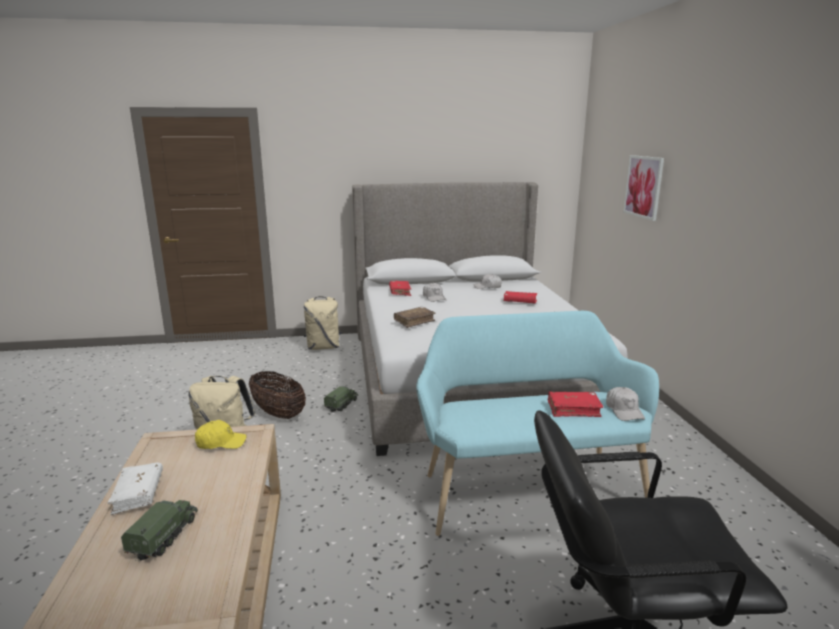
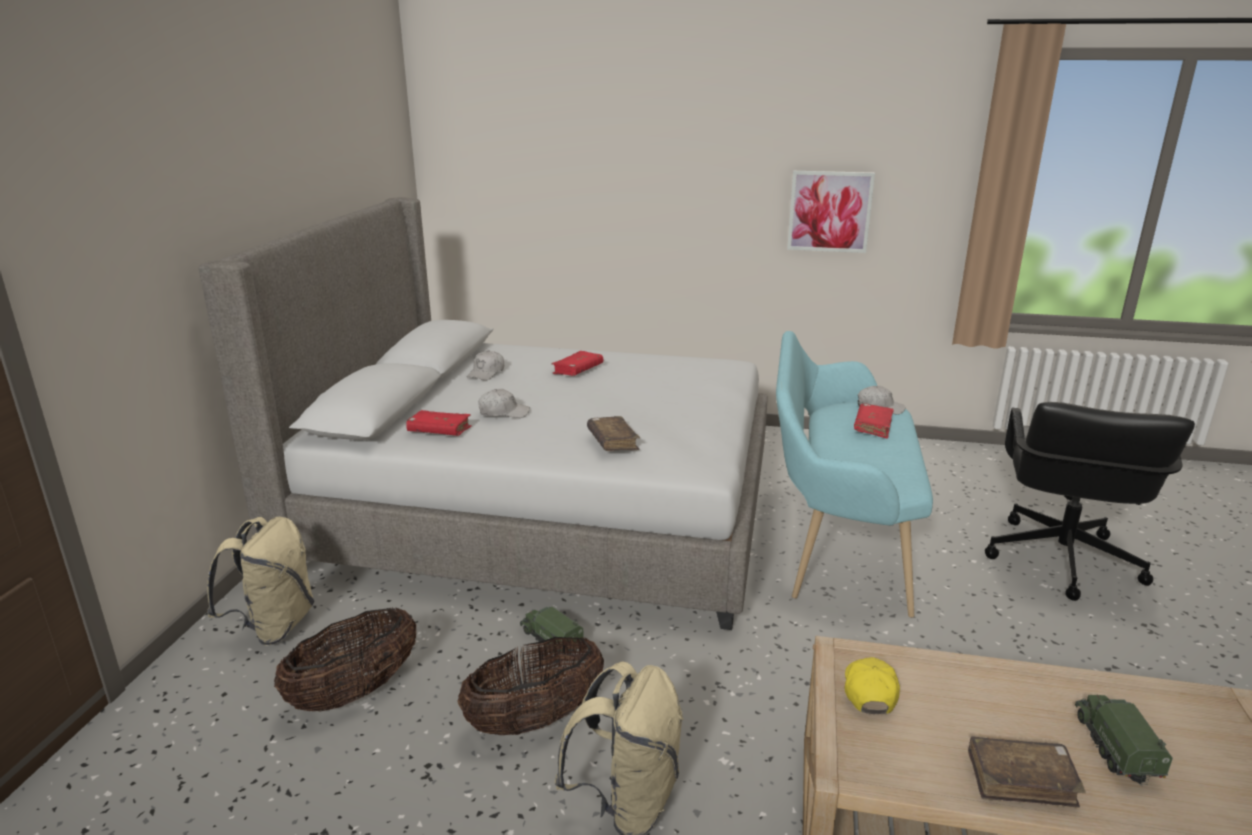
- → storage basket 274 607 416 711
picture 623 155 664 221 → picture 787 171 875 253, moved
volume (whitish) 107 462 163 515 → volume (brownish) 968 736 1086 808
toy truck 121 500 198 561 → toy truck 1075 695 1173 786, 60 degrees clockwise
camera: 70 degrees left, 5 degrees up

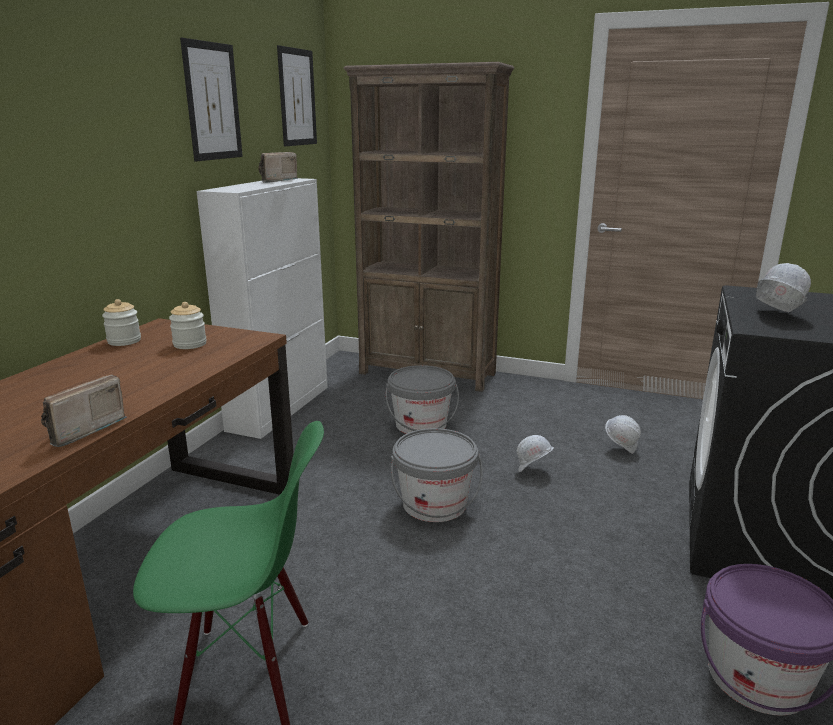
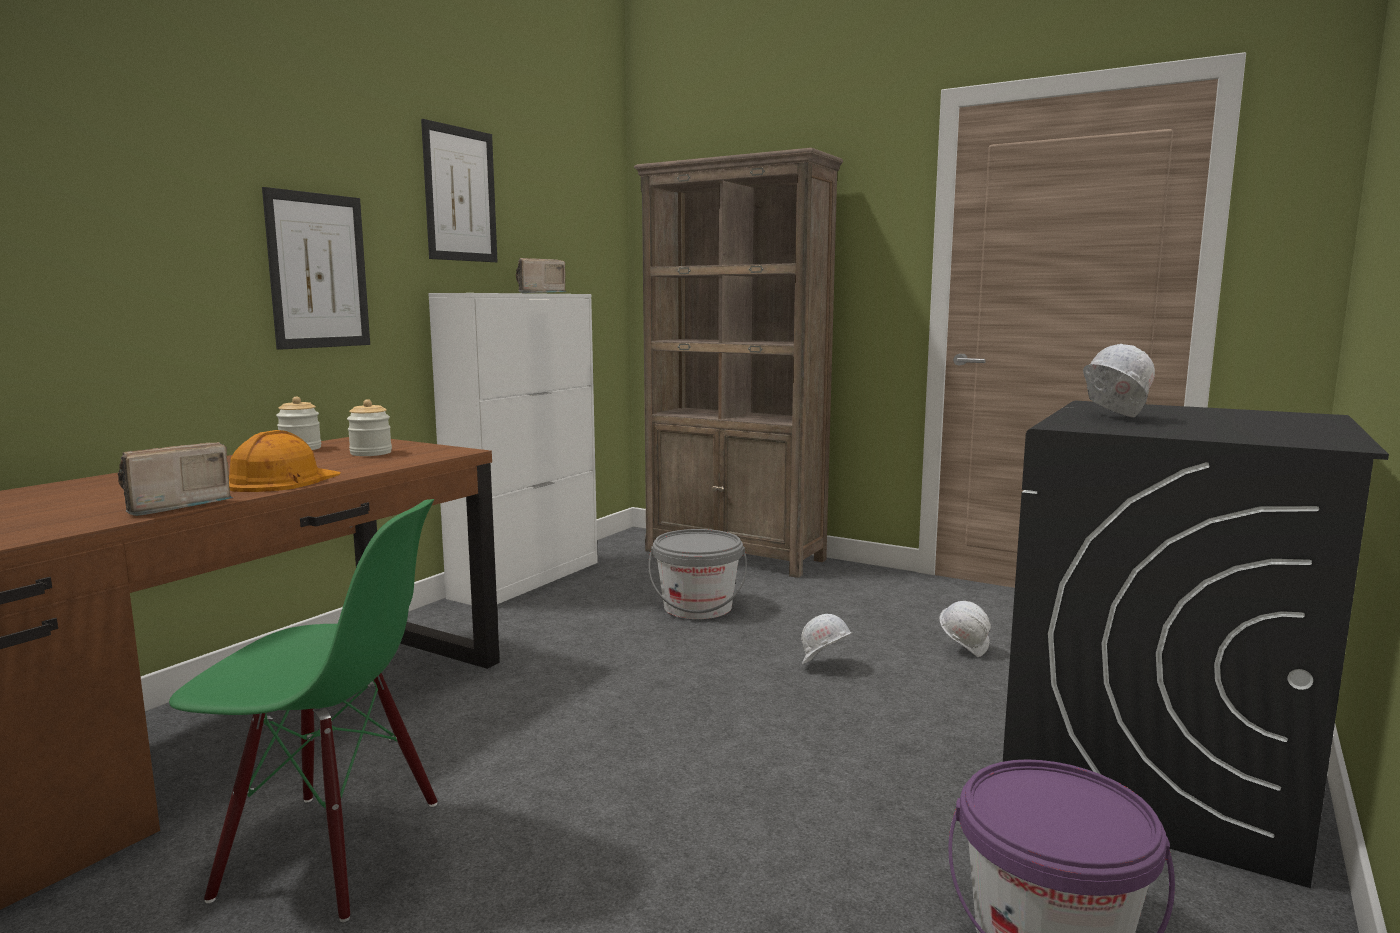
water bucket (greyish) 391 428 483 522 → -
- → work helmet (orange-coloured) 229 430 341 492
picture 277 45 317 146 → picture 262 187 370 350, moved
camera: 10 degrees right, 10 degrees down

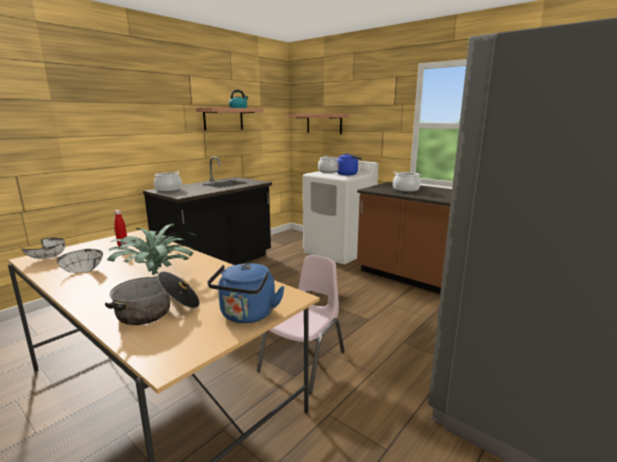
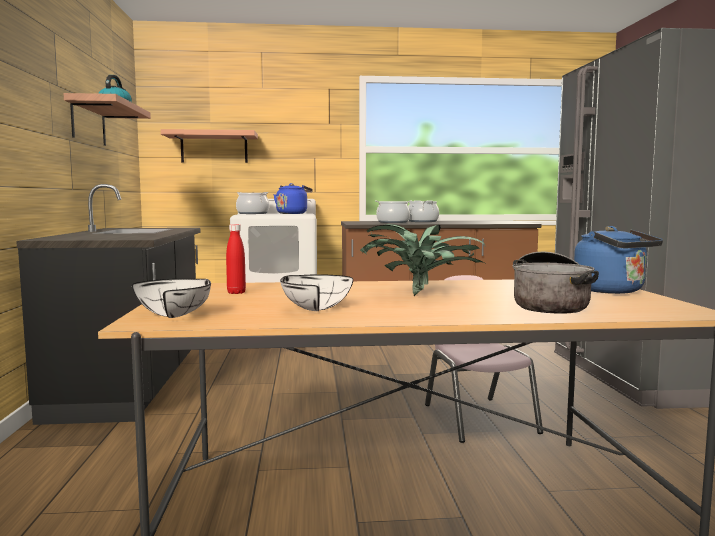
cooking pot 153 172 182 192 → cooking pot 408 200 439 222, moved
camera: 45 degrees left, 10 degrees down

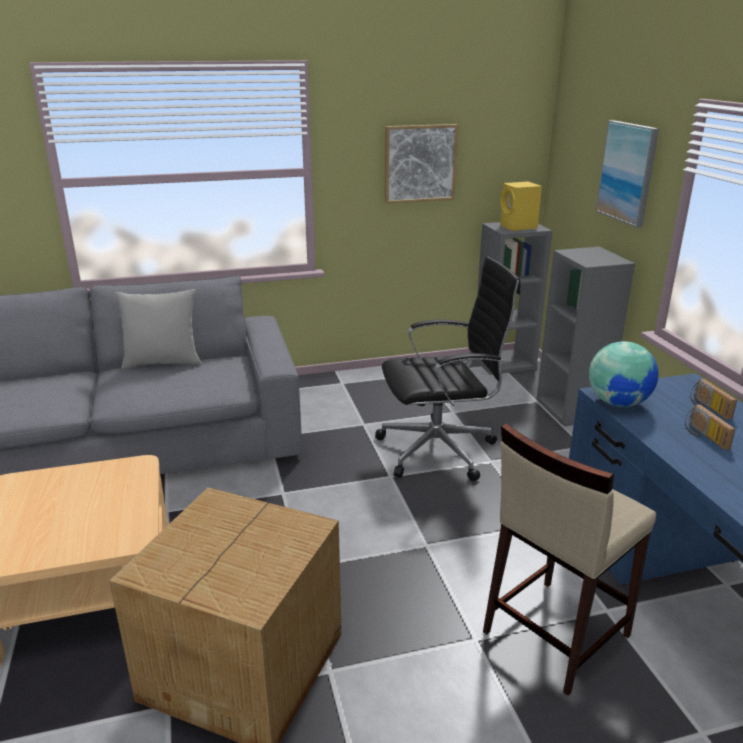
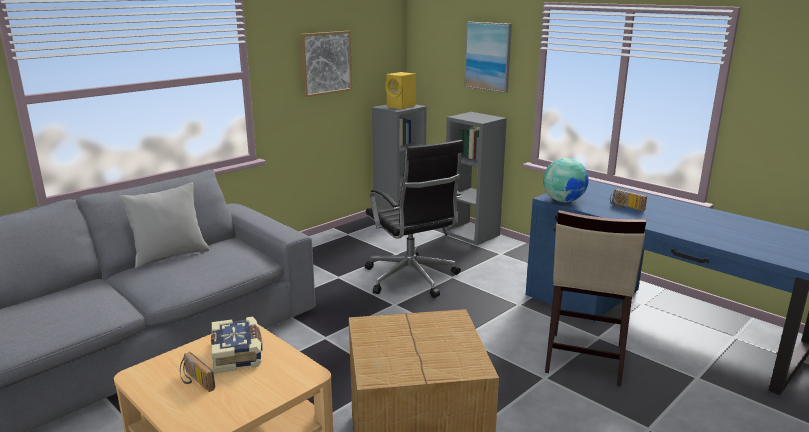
- → volume 211 316 263 374
radio 690 379 737 420 → radio 180 352 215 392, moved
desk chair (black) 375 256 520 481 → desk chair (black) 365 140 464 298, 105 degrees clockwise
camera: 30 degrees left, 5 degrees down

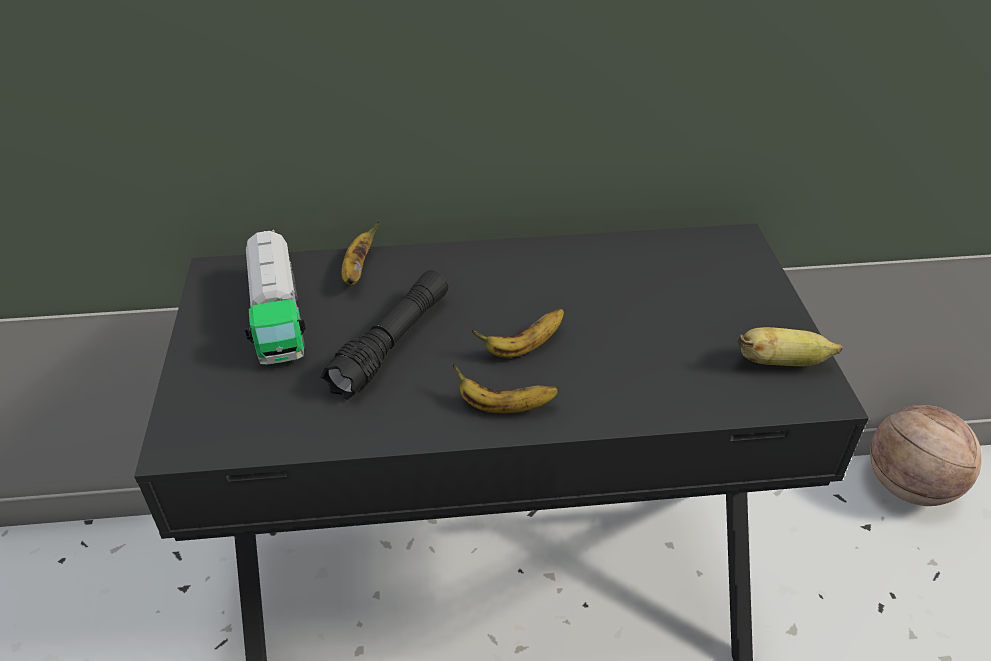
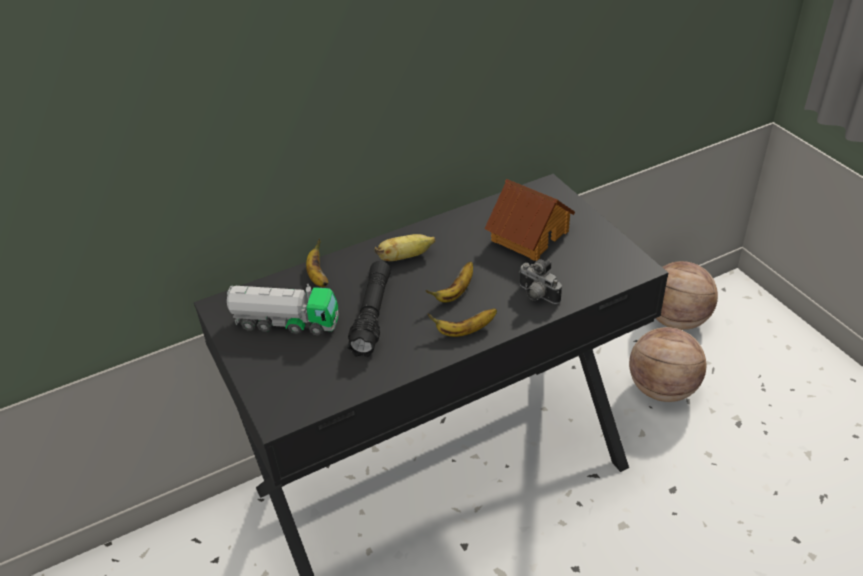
- → miniature house 484 179 575 261
- → photo camera 519 259 562 304
- → basketball 629 327 706 402
whole banana 737 327 843 366 → whole banana 375 234 436 261, moved
toy truck 245 230 306 364 → toy truck 227 284 339 335, 45 degrees counterclockwise
camera: 20 degrees left, 0 degrees up

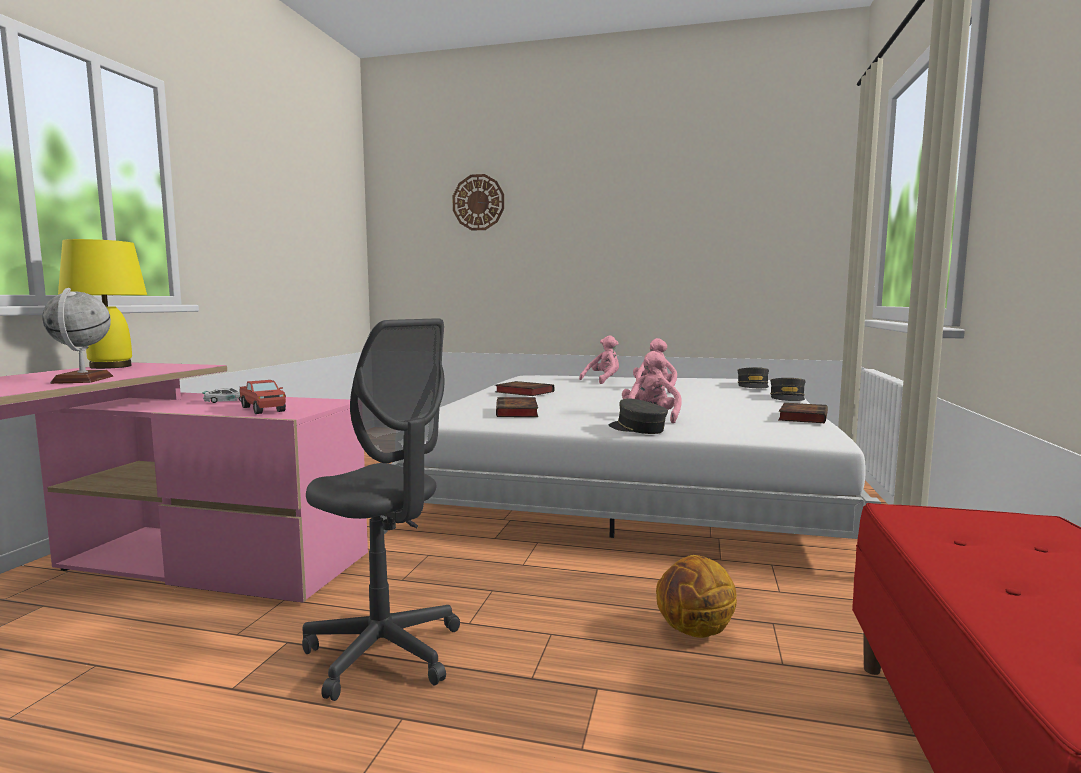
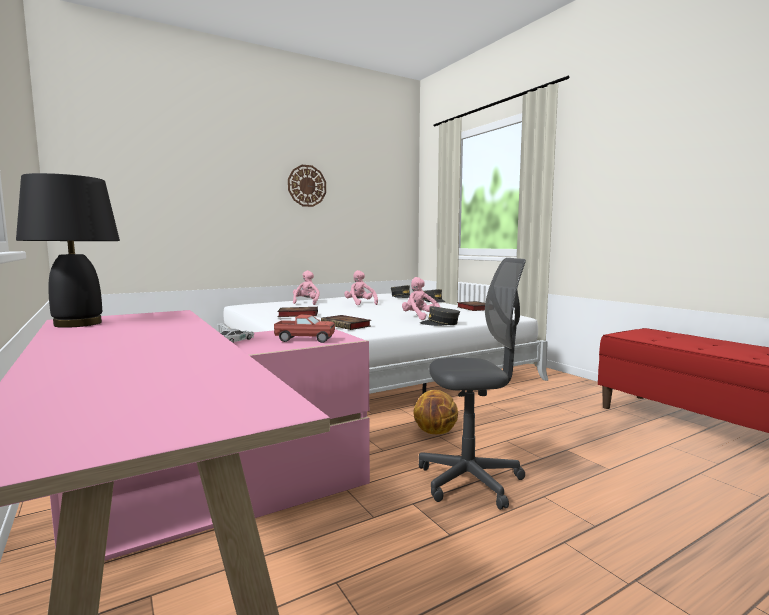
desk globe 42 288 113 384 → -
hanging clock 452 174 504 231 → hanging clock 288 165 326 207, moved
basketball 656 555 737 638 → basketball 413 390 458 434, moved
table lamp (yellow-coloured) 58 239 147 369 → table lamp (black) 16 173 120 328
camera: 45 degrees left, 0 degrees up

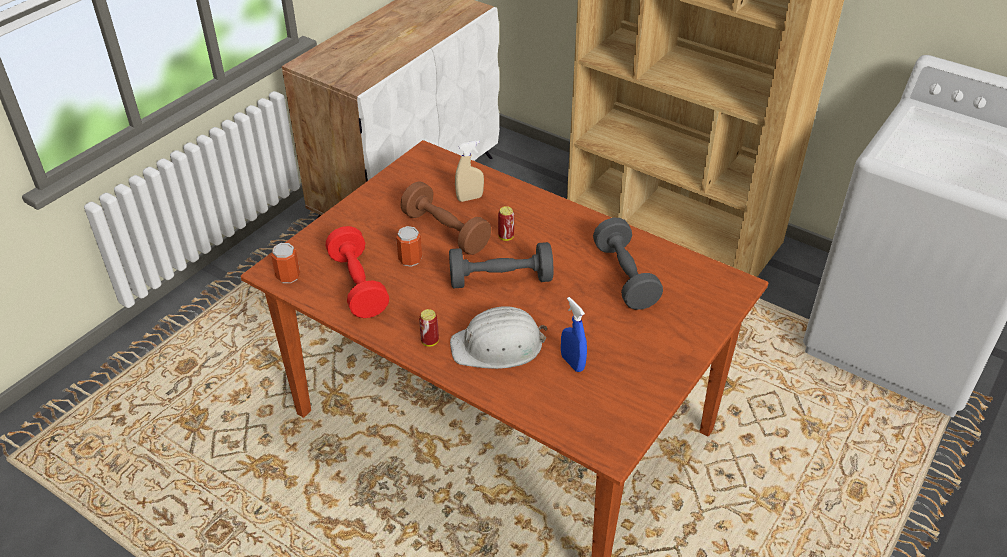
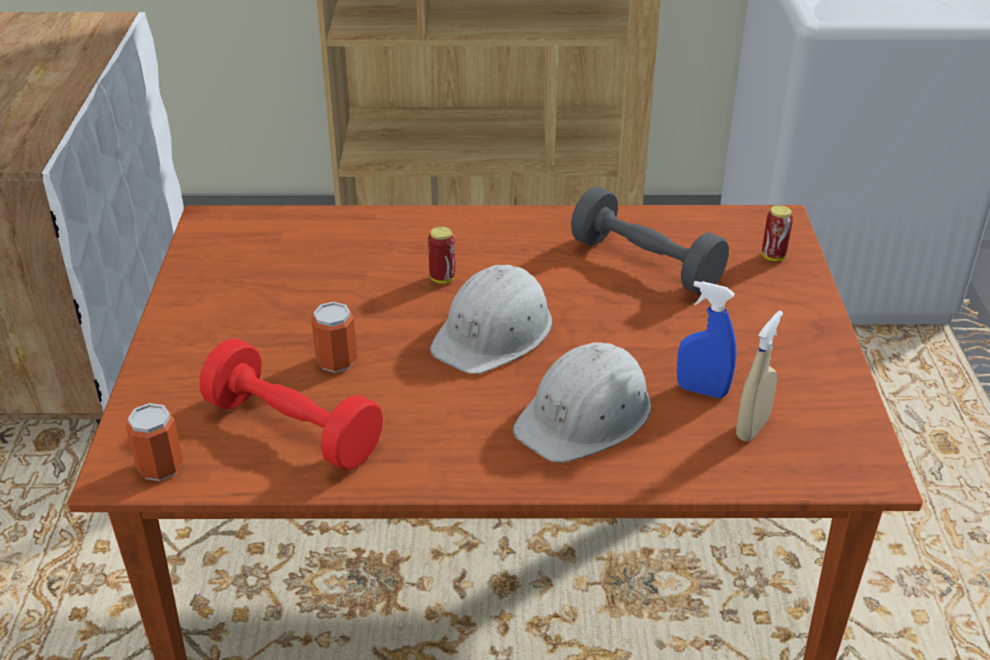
free weight (brownish) 400 181 491 255 → -
metal can 419 309 439 347 → metal can 762 205 793 261, moved
sprayer (beige-coloured) 455 141 484 202 → sprayer (beige-coloured) 736 311 783 442, moved
free weight (greyish) 449 242 553 289 → work helmet (whitish) 430 265 553 374
camera: 35 degrees left, 5 degrees down

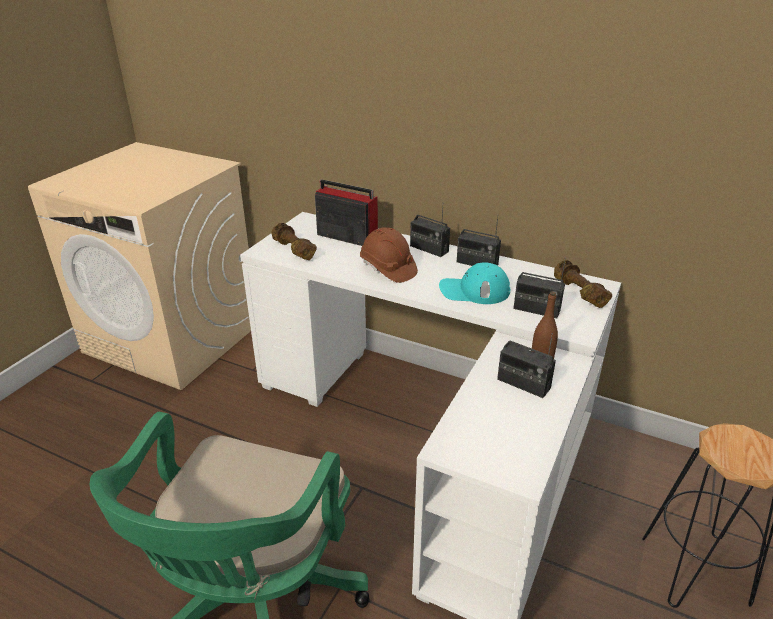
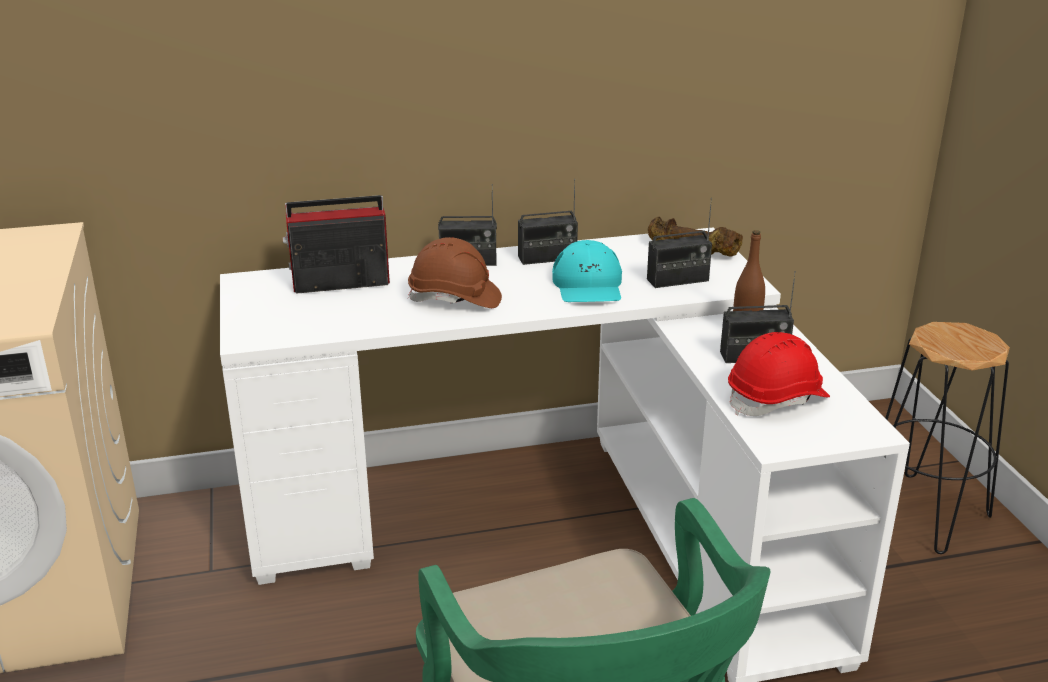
free weight (brownish) 271 223 317 260 → -
- → work helmet (red) 728 332 830 416
baseball cap (blue-green) 439 262 511 304 → baseball cap (blue-green) 552 240 622 302, 60 degrees counterclockwise
camera: 40 degrees left, 5 degrees down

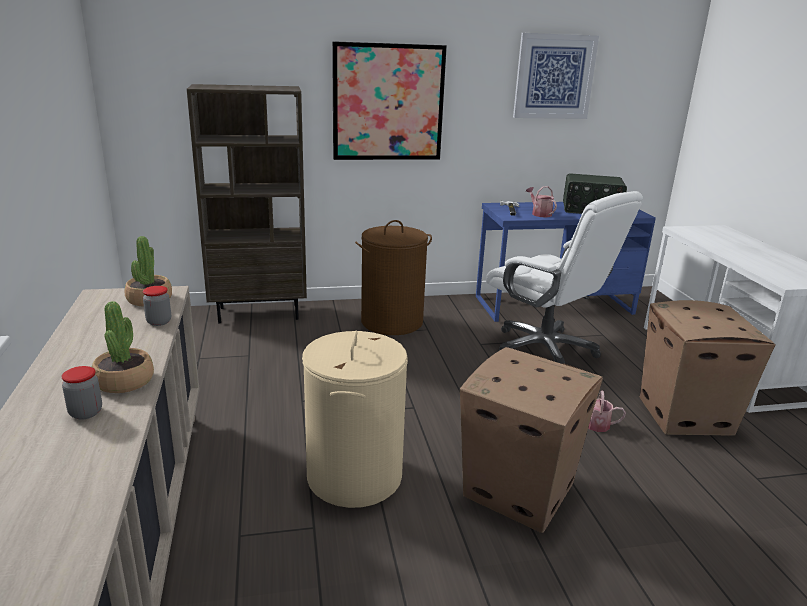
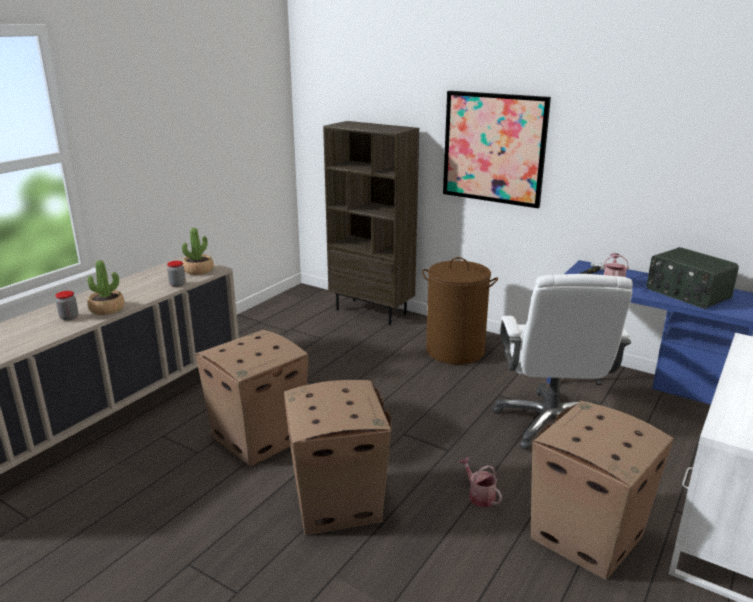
picture 513 33 599 119 → -
washing basket (beige-coloured) 302 330 408 508 → cardboard box 195 330 308 466
camera: 45 degrees right, 0 degrees up

